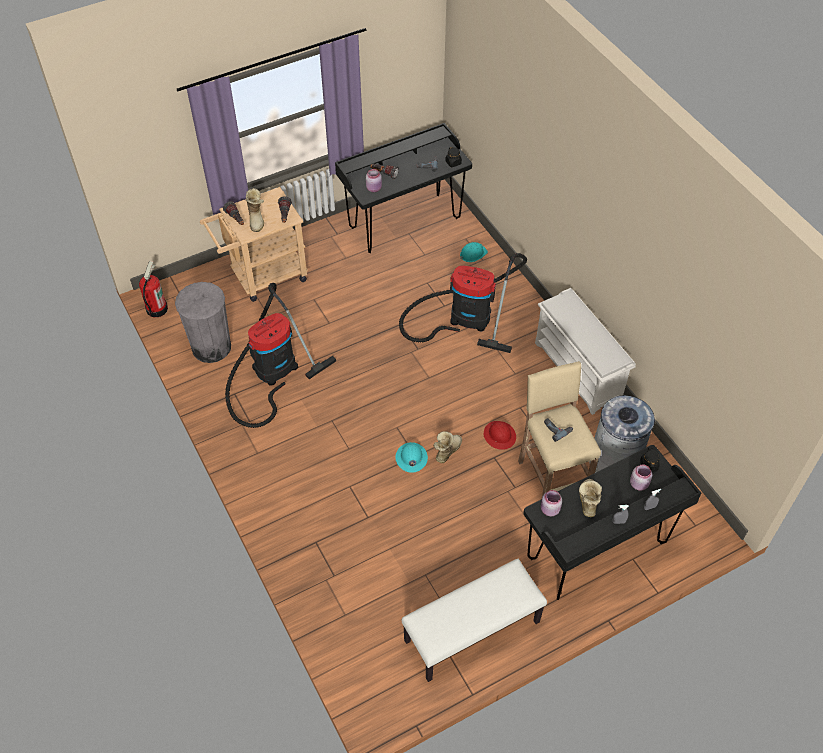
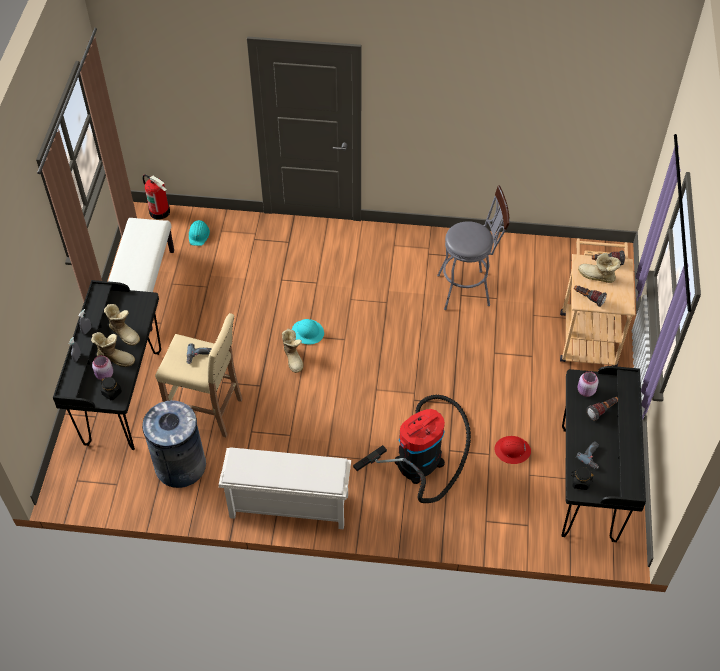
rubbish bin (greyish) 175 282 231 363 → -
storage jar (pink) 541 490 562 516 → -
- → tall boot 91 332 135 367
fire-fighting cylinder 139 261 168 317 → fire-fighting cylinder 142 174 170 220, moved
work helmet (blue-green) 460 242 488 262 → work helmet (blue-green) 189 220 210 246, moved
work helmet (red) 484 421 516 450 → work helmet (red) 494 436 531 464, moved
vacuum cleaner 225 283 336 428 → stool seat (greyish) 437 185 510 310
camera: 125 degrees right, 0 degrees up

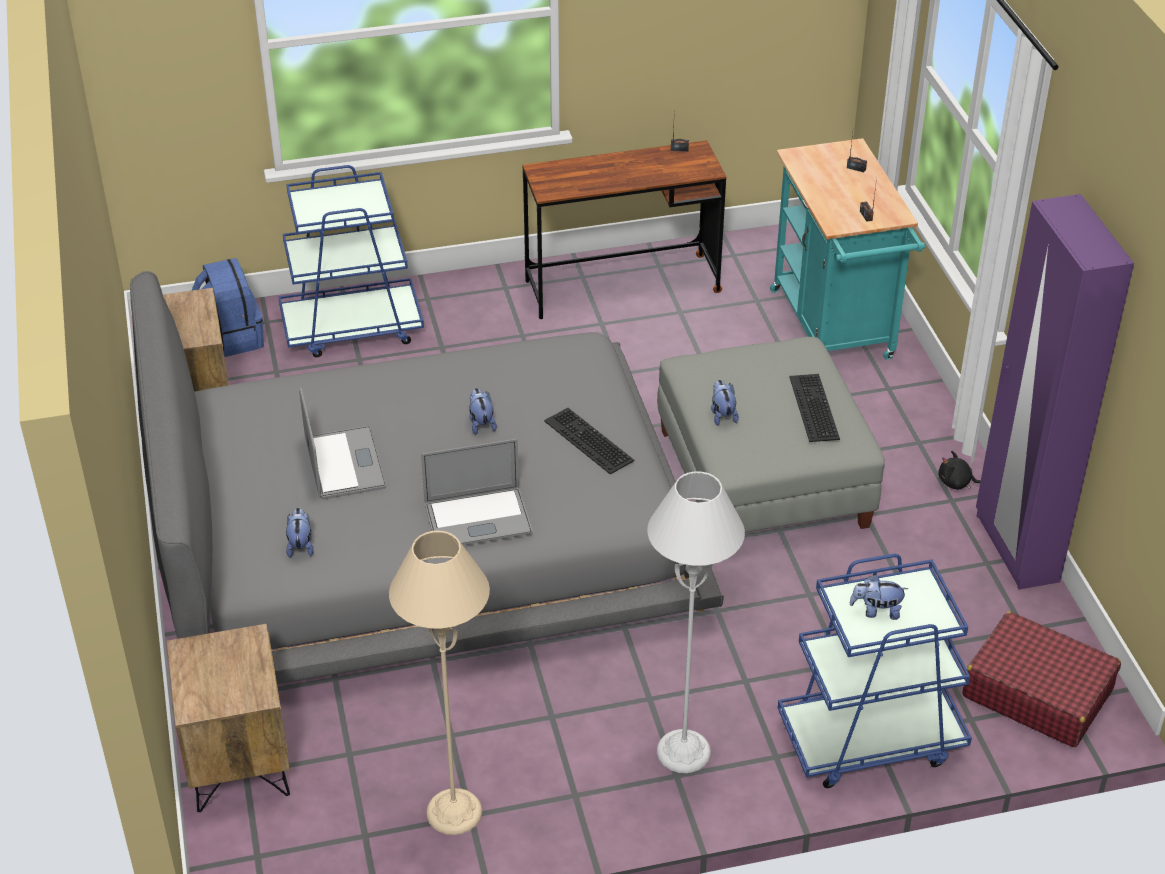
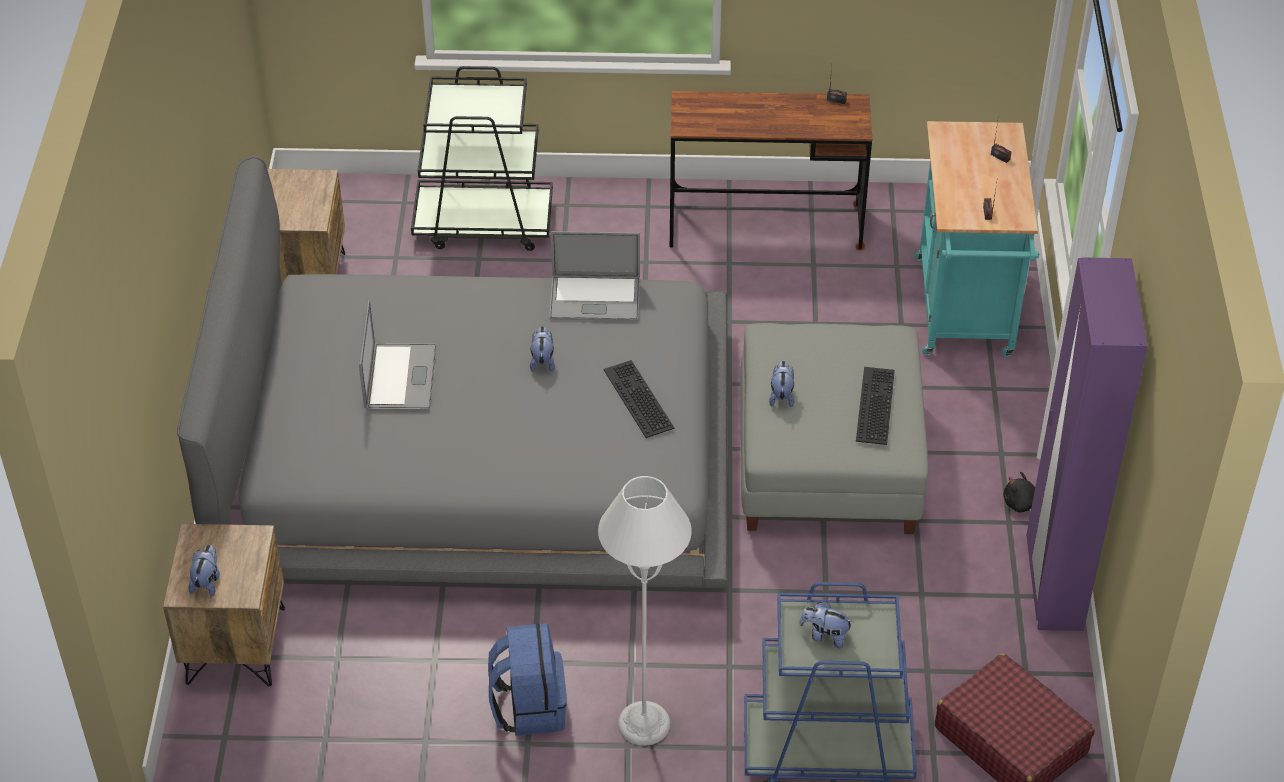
standing lamp (beige-coloured) 389 531 490 835 → -
knapsack (bluish) 192 258 264 357 → knapsack (bluish) 488 623 567 736, moved
soft toy 286 507 314 558 → soft toy 188 545 220 597, moved
notebook computer 421 439 533 546 → notebook computer 549 231 640 321, moved
trolley (bluish) 279 165 424 357 → trolley (black) 411 66 553 251
camera: 15 degrees right, 5 degrees up

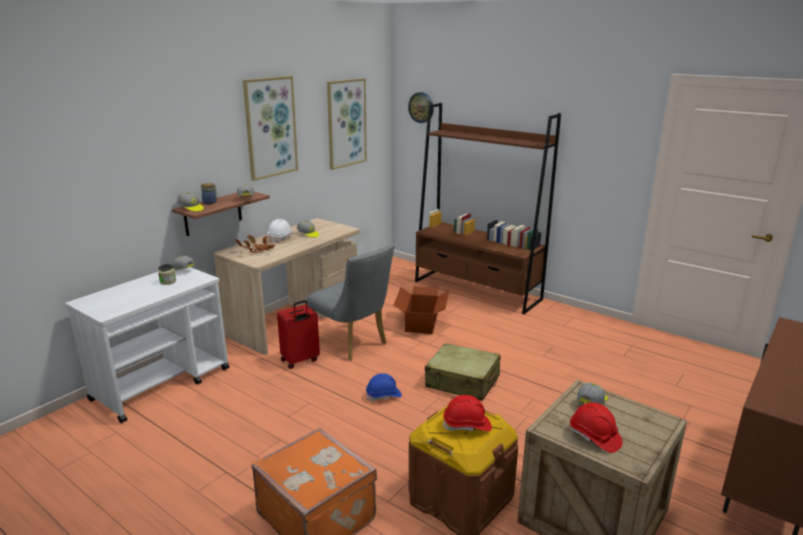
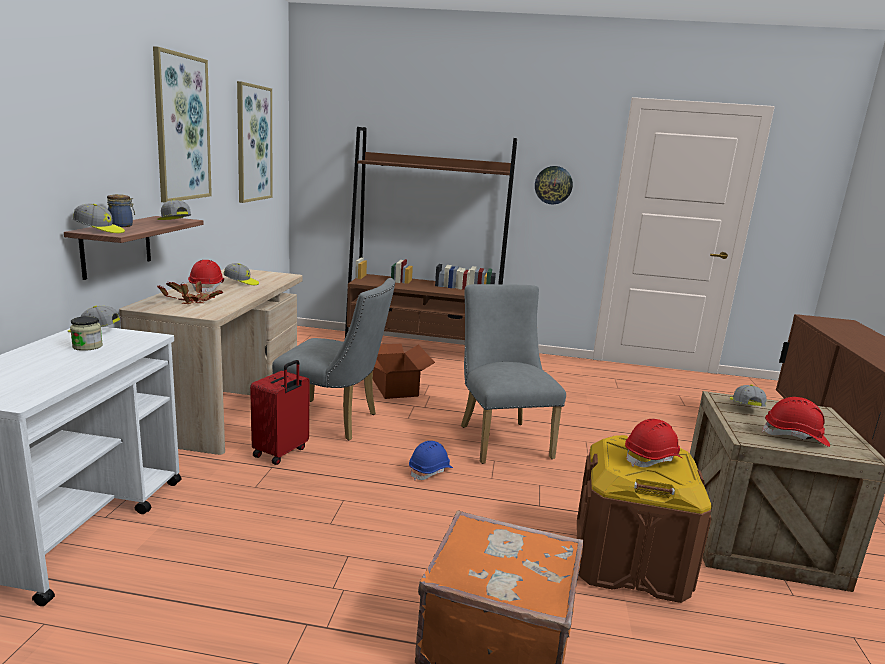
hanging clock 408 92 434 123 → hanging clock 535 166 573 204, moved
travel case (beige-coloured) 425 343 500 401 → plain chair (greyish) 461 284 566 464
work helmet (whitish) 267 219 294 243 → work helmet (red) 188 260 224 294
camera: 30 degrees left, 5 degrees down

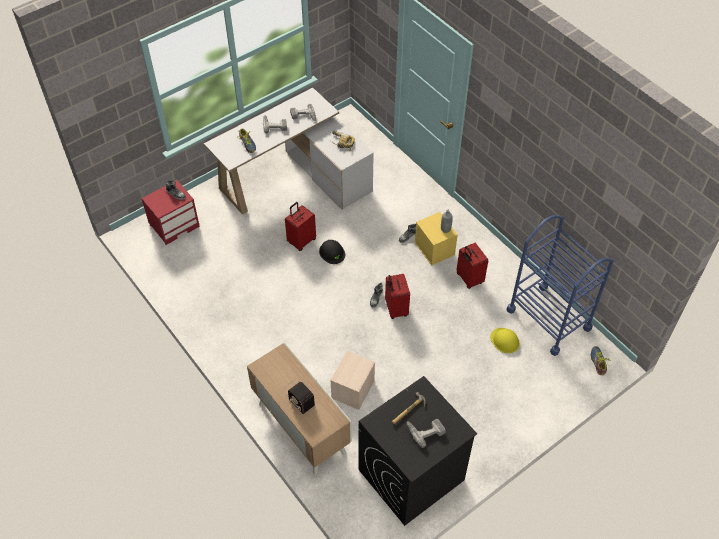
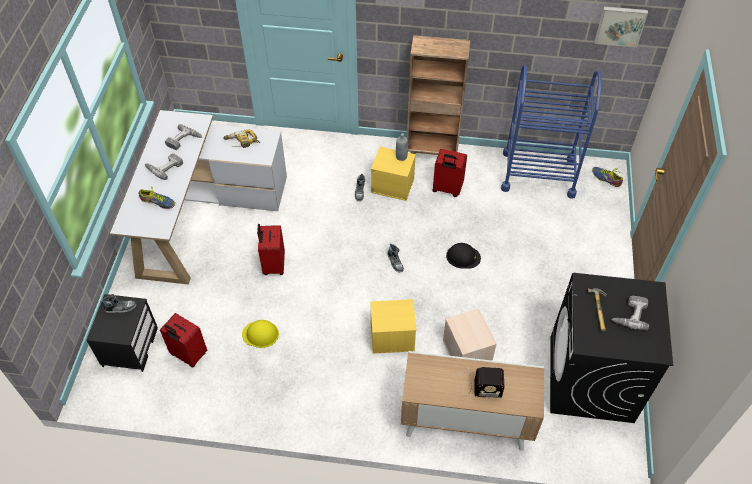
- → storage container (yellow-coloured) 370 299 416 354
- → shelving unit (brownish) 407 35 470 155
- → picture 595 6 648 47
work helmet (black) 319 240 345 264 → work helmet (black) 446 243 481 269, moved
travel case (red) 385 274 410 319 → travel case (red) 160 313 207 368, moved
work helmet (yellow-coloured) 490 328 520 353 → work helmet (yellow-coloured) 242 320 279 348, moved
nightstand (red) 141 180 200 245 → nightstand (black) 86 294 158 372
camera: 45 degrees left, 0 degrees up

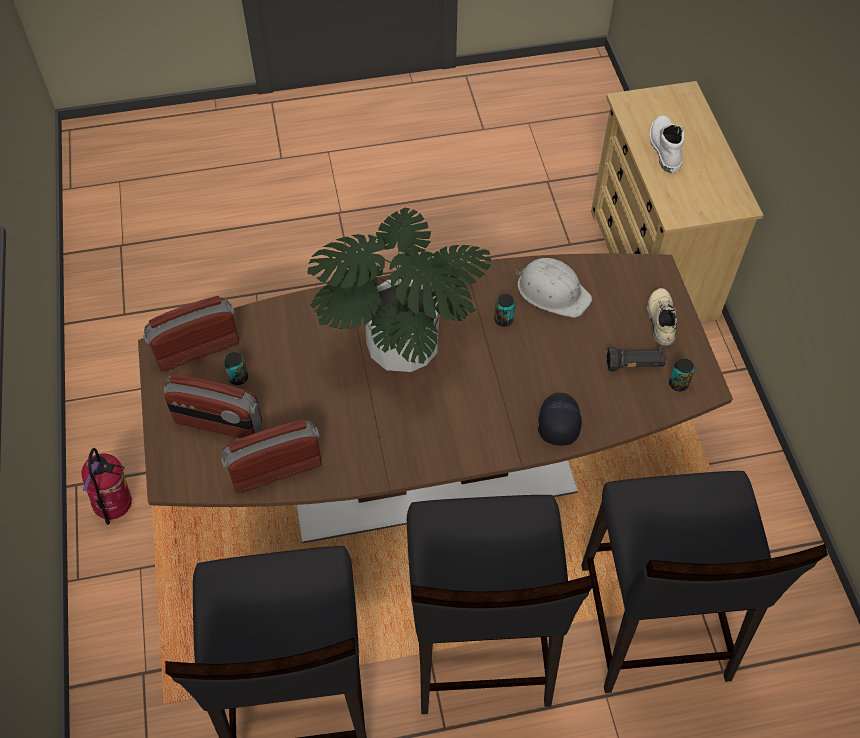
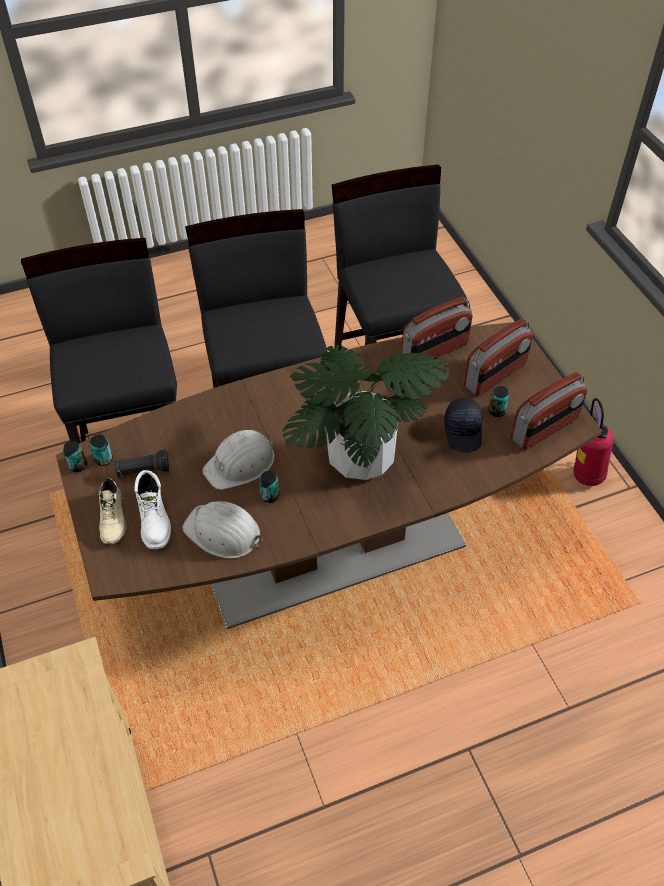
- → metal can 63 441 87 472
- → work helmet (whitish) 202 430 274 490
baseball cap (black) 538 393 582 446 → baseball cap (black) 444 398 483 453, moved
tall boot (whitish) 650 116 684 173 → tall boot (whitish) 134 470 171 549, moved
radio 164 374 262 438 → radio 464 318 533 396, 135 degrees clockwise
camera: 170 degrees right, 5 degrees down

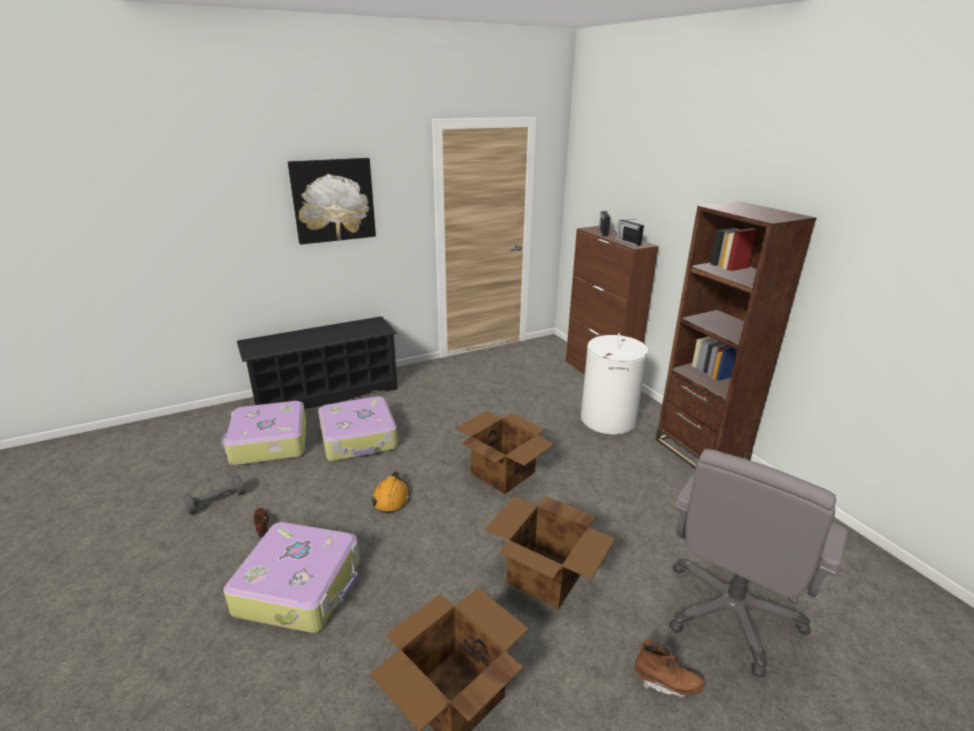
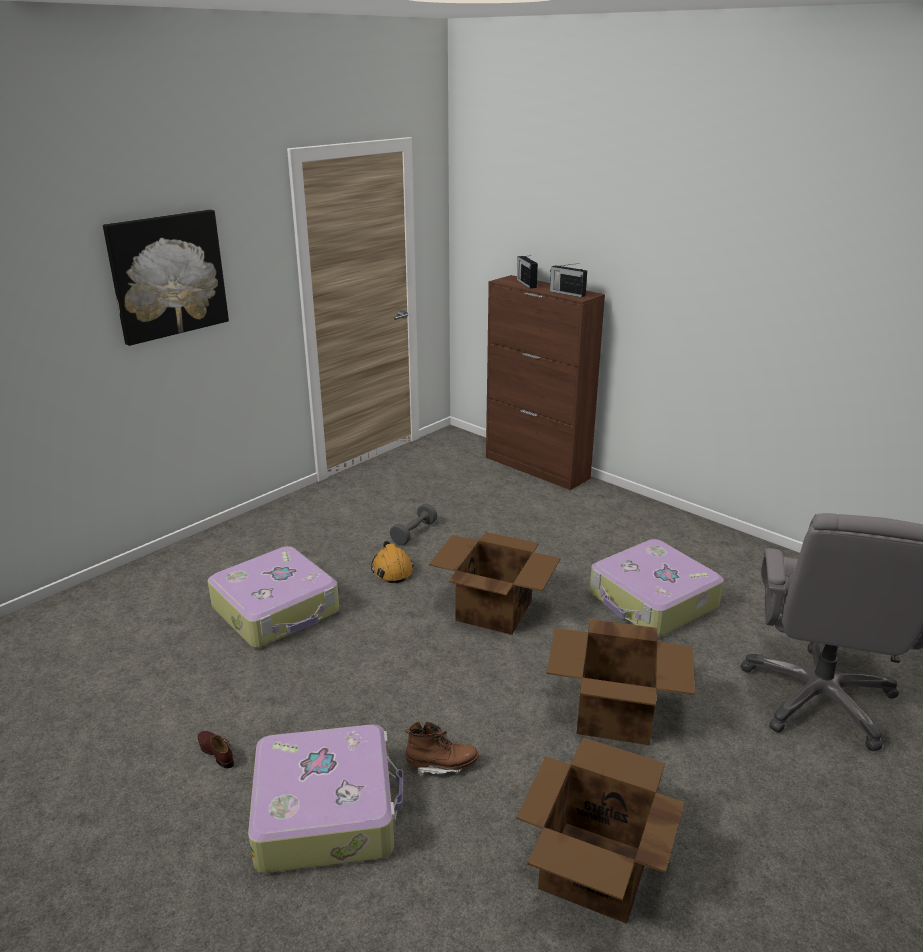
shoe shelf (black) 237 316 397 409 → -
washing basket (whitish) 581 333 648 435 → -
shelving unit (brownish) 656 201 816 468 → -
free weight (greyish) 183 475 245 515 → free weight (greyish) 390 503 437 545, moved
travel case 221 401 306 465 → travel case 590 539 724 637, moved
work helmet (orange-coloured) 371 471 410 513 → work helmet (orange-coloured) 371 541 414 583, moved
tall boot (brownish) 634 639 704 698 → tall boot (brownish) 405 721 479 776, moved
camera: 20 degrees left, 0 degrees up

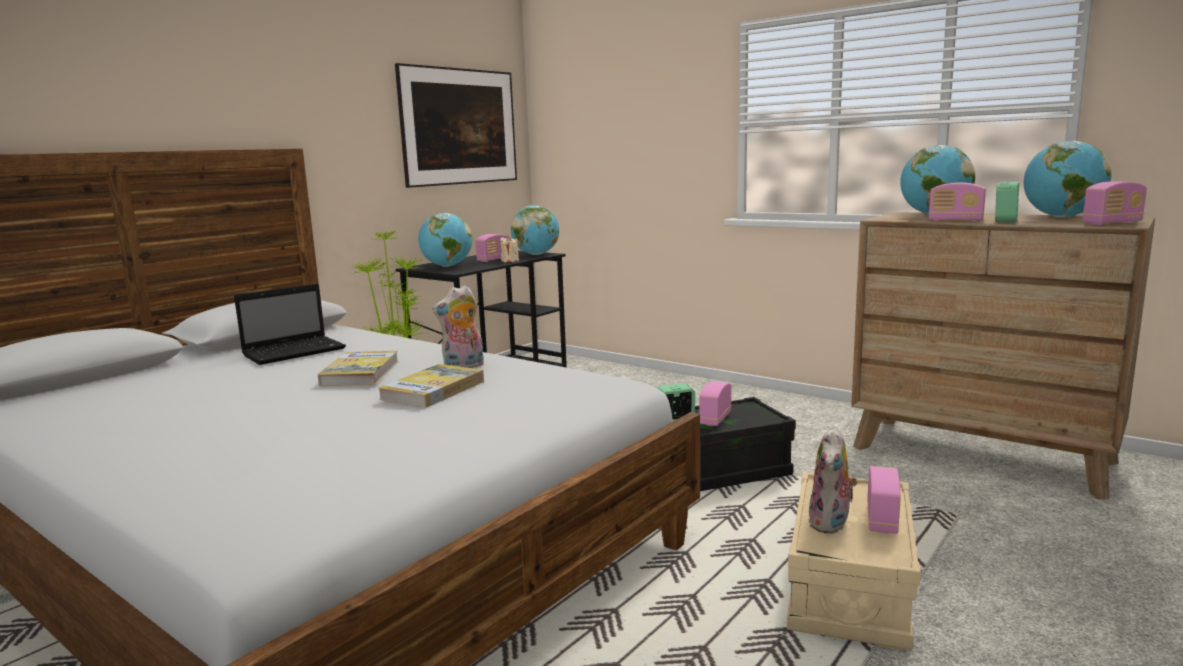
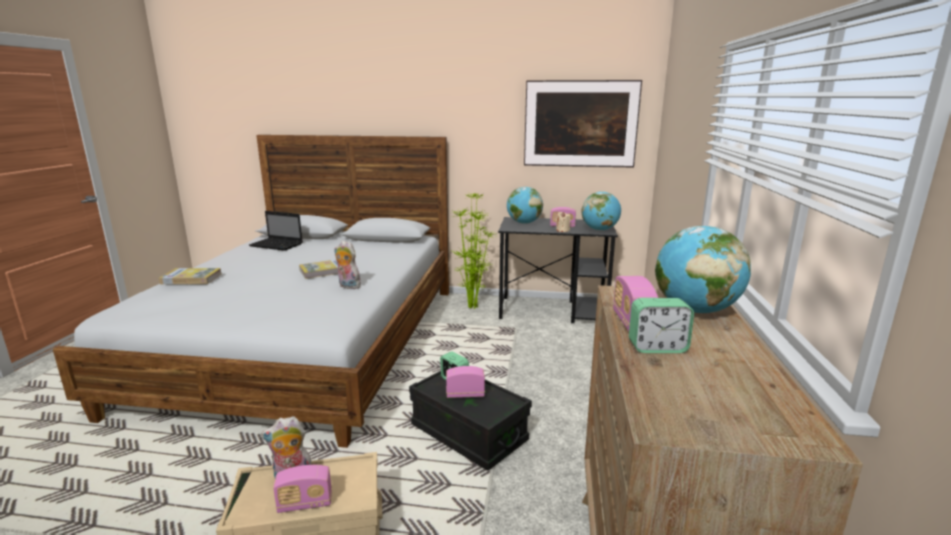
desk globe 1024 141 1111 218 → -
radio 1082 181 1147 225 → -
notebook computer 234 284 346 365 → notebook computer 249 211 303 251, moved
volume 378 364 484 408 → volume 159 268 221 284, moved
camera: 60 degrees right, 5 degrees up

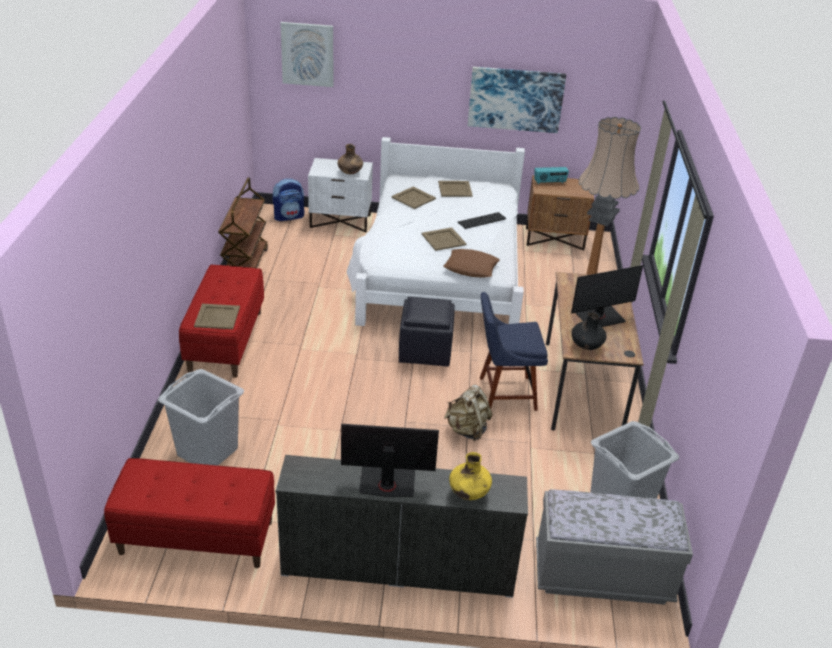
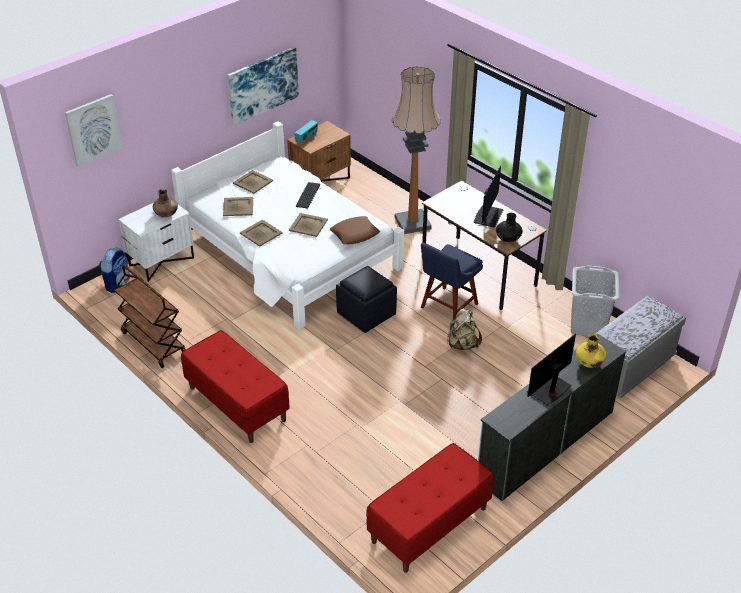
washing basket (greyish) 158 369 244 466 → -
carrying tray (beige-coloured) 194 304 240 329 → carrying tray (beige-coloured) 240 220 283 247, moved
camera: 45 degrees left, 5 degrees up

